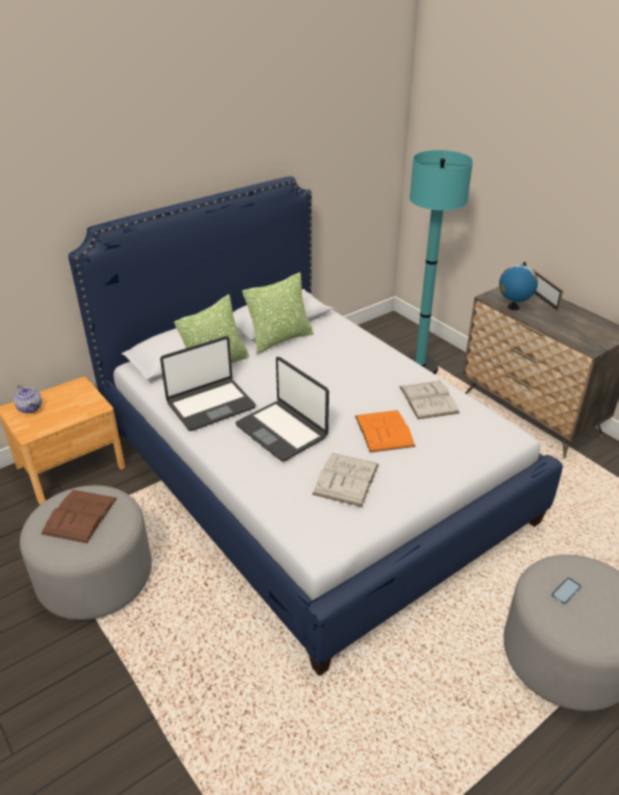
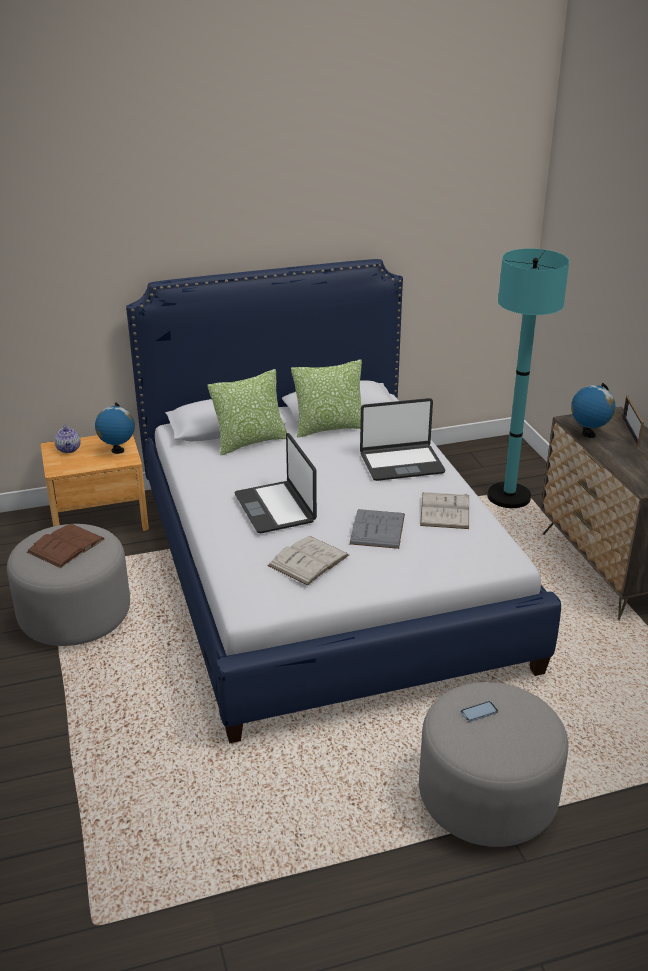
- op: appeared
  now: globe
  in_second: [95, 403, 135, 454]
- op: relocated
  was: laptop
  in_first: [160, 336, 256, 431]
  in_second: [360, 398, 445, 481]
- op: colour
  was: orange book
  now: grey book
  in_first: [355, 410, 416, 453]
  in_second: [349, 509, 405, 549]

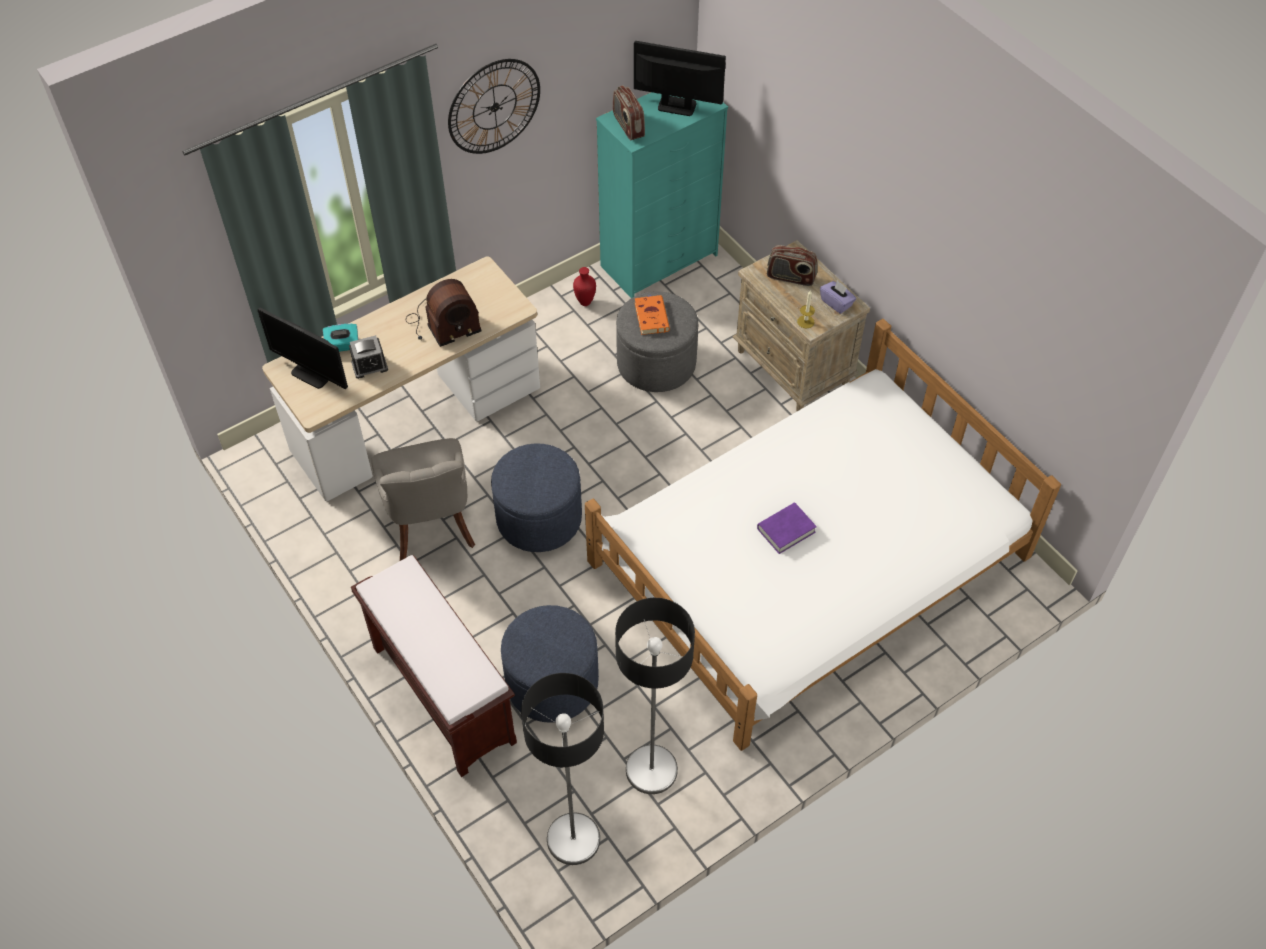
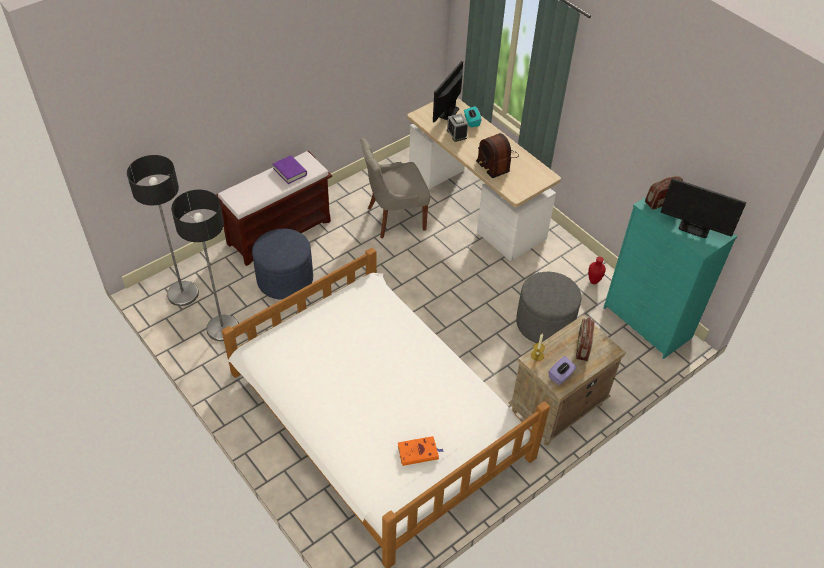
- op: missing
  was: wall clock
  in_first: [448, 59, 540, 154]
- op: missing
  was: blue ottoman
  in_first: [491, 443, 582, 552]
- op: relocated
  was: orange book
  in_first: [635, 295, 670, 335]
  in_second: [398, 436, 443, 466]
- op: relocated
  was: purple book
  in_first: [757, 503, 817, 554]
  in_second: [273, 155, 307, 184]
- op: spun
  was: monitor
  in_first: [634, 41, 726, 116]
  in_second: [661, 178, 746, 238]
  clockwise: 105

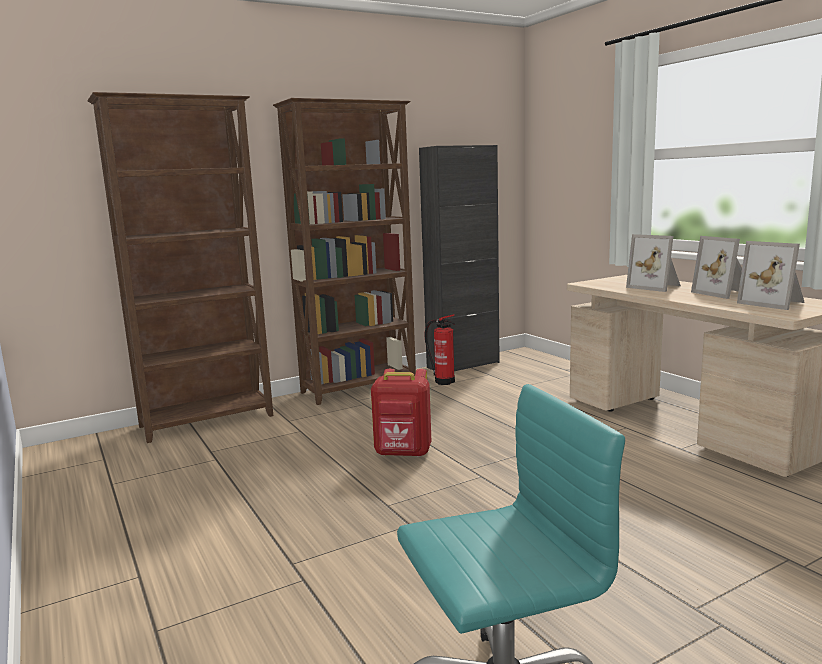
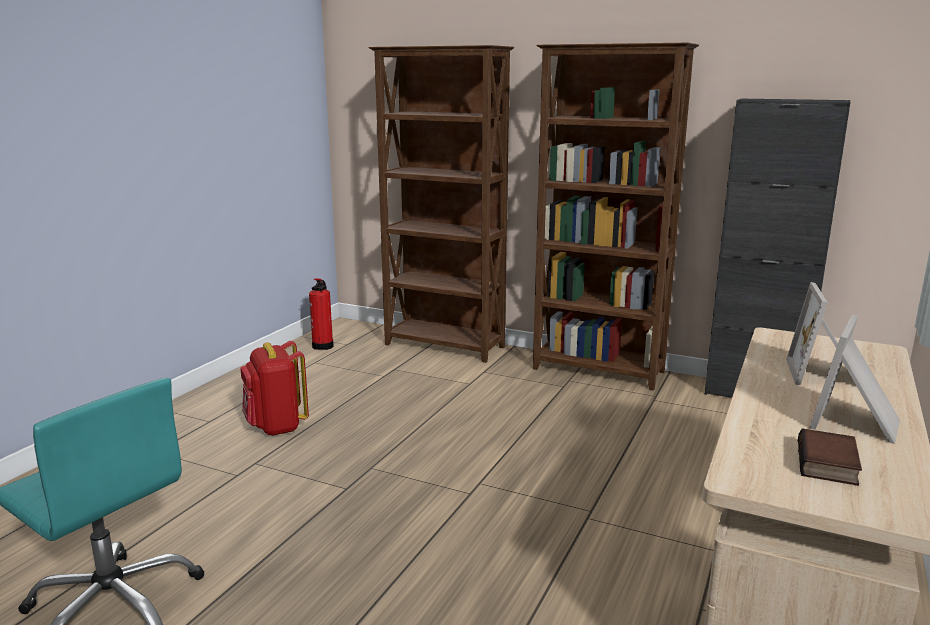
- op: relocated
  was: red backpack
  in_first: [371, 369, 431, 457]
  in_second: [241, 341, 309, 436]
- op: relocated
  was: fire extinguisher
  in_first: [425, 314, 455, 385]
  in_second: [309, 279, 334, 350]
- op: exchanged
  was: picture frame
  now: book
  in_first: [737, 241, 805, 310]
  in_second: [798, 429, 862, 486]

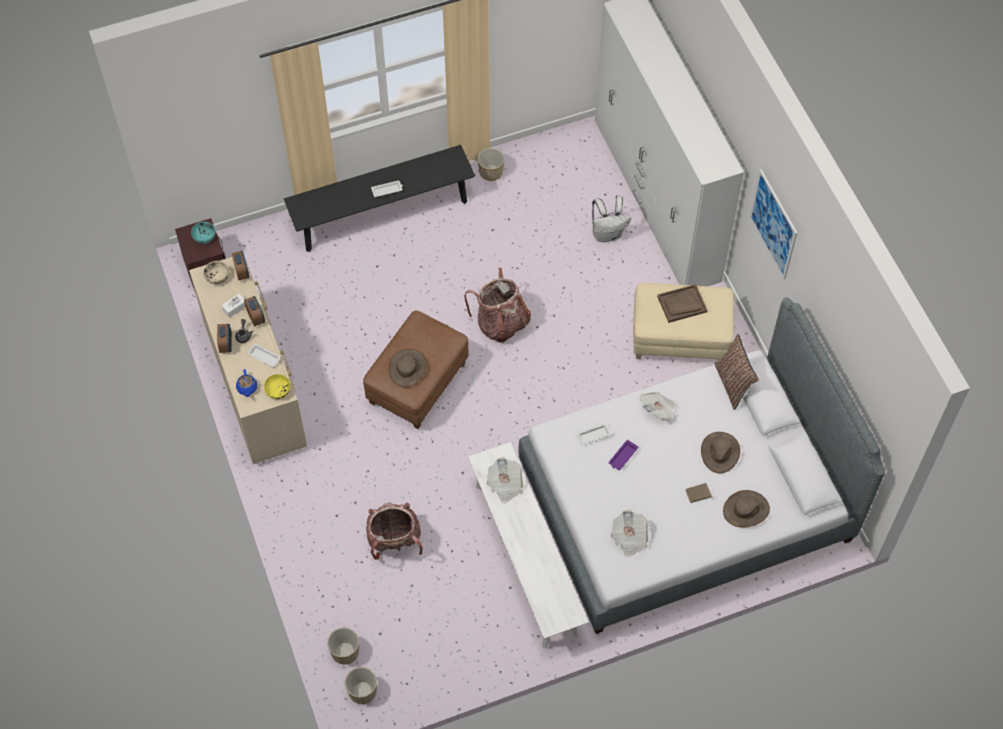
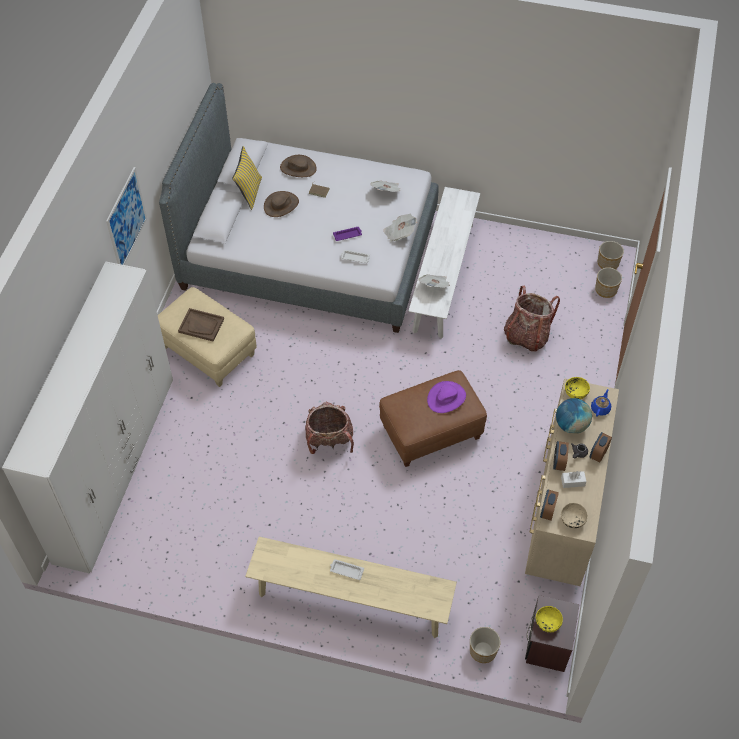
- op: missing
  was: white backpack
  in_first: [592, 195, 631, 242]
- op: missing
  was: brown pillow
  in_first: [715, 334, 759, 410]
- op: appeared
  now: yellow pillow
  in_second: [232, 146, 262, 210]
- op: relocated
  was: planter
  in_first: [478, 148, 505, 181]
  in_second: [470, 627, 501, 663]
- op: relocated
  was: newspaper
  in_first: [639, 392, 677, 418]
  in_second: [383, 214, 417, 242]
- op: exchanged
  was: white tray
  now: globe
  in_first: [247, 343, 281, 367]
  in_second: [556, 398, 592, 434]
- op: colour
  was: turquoise bowl
  now: yellow bowl
  in_first: [191, 222, 216, 244]
  in_second: [536, 606, 563, 633]
- op: colour
  was: black bench
  now: beige bench
  in_first: [284, 145, 475, 252]
  in_second: [245, 537, 457, 638]
- op: colour
  was: brown hat
  now: purple hat
  in_first: [388, 349, 427, 387]
  in_second: [427, 381, 466, 413]

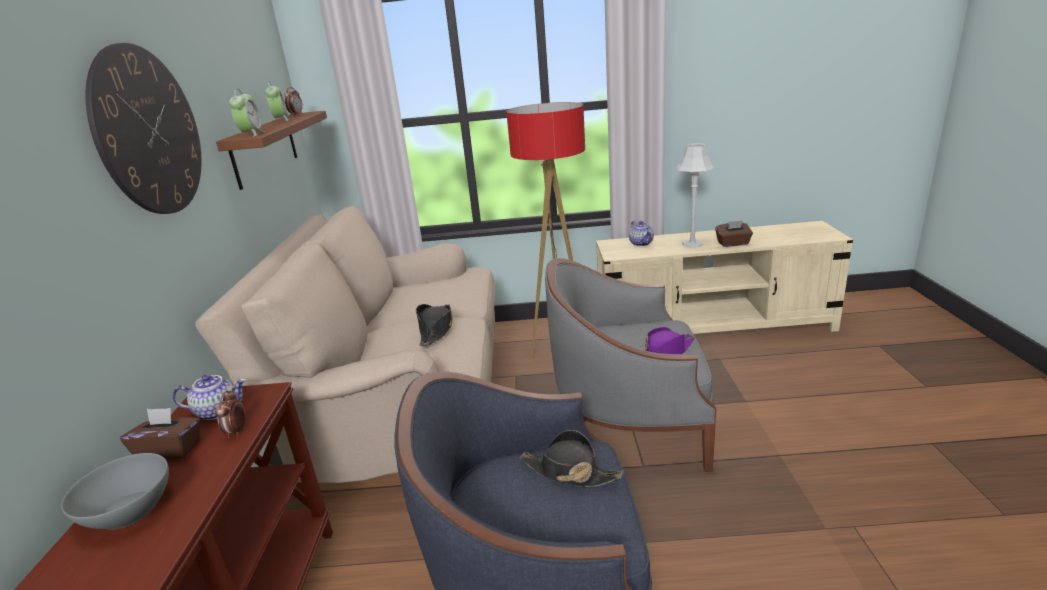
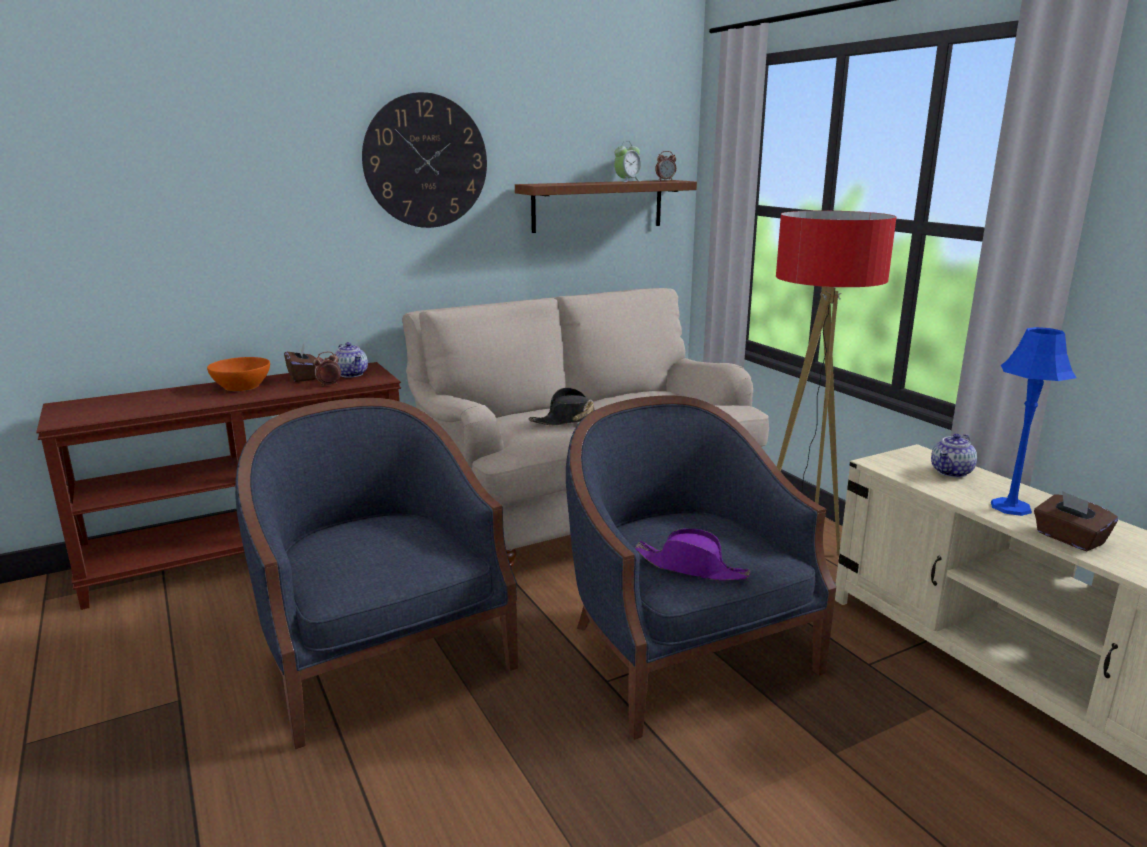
- op: missing
  was: alarm clock
  in_first: [229, 89, 264, 137]
- op: missing
  was: black hat
  in_first: [520, 430, 624, 487]
- op: colour
  was: grey bowl
  now: orange bowl
  in_first: [61, 453, 169, 530]
  in_second: [207, 357, 270, 391]
- op: colour
  was: grey armchair
  now: blue armchair
  in_first: [545, 258, 716, 472]
  in_second: [566, 396, 836, 740]
- op: colour
  was: grey table lamp
  now: blue table lamp
  in_first: [676, 143, 714, 248]
  in_second: [991, 327, 1077, 516]

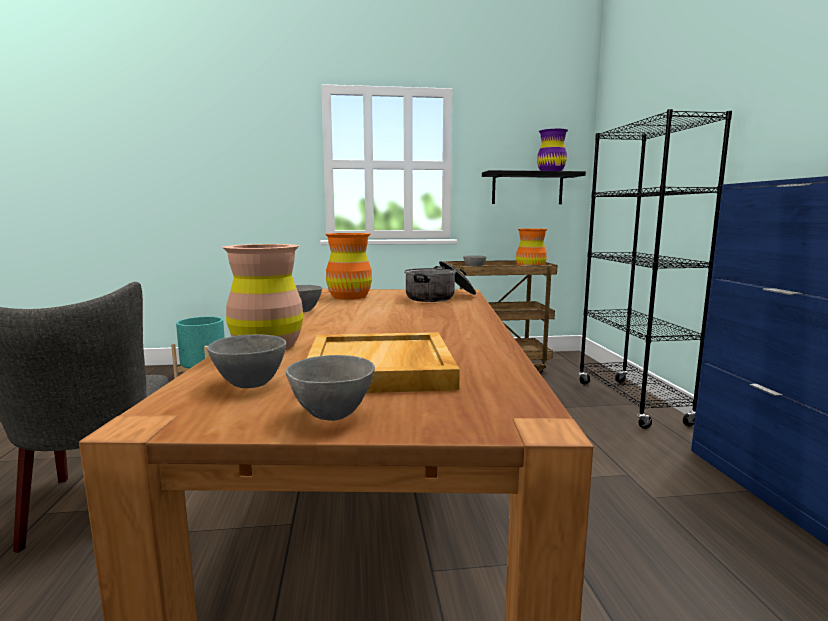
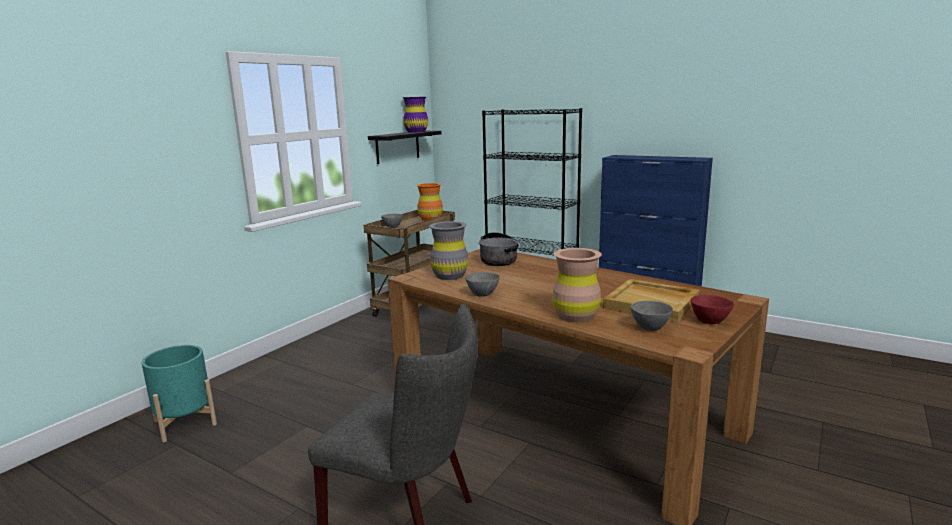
- op: colour
  was: grey bowl
  now: red bowl
  in_first: [286, 355, 375, 421]
  in_second: [691, 295, 734, 324]
- op: colour
  was: orange vase
  now: grey vase
  in_first: [325, 233, 372, 300]
  in_second: [429, 221, 469, 280]

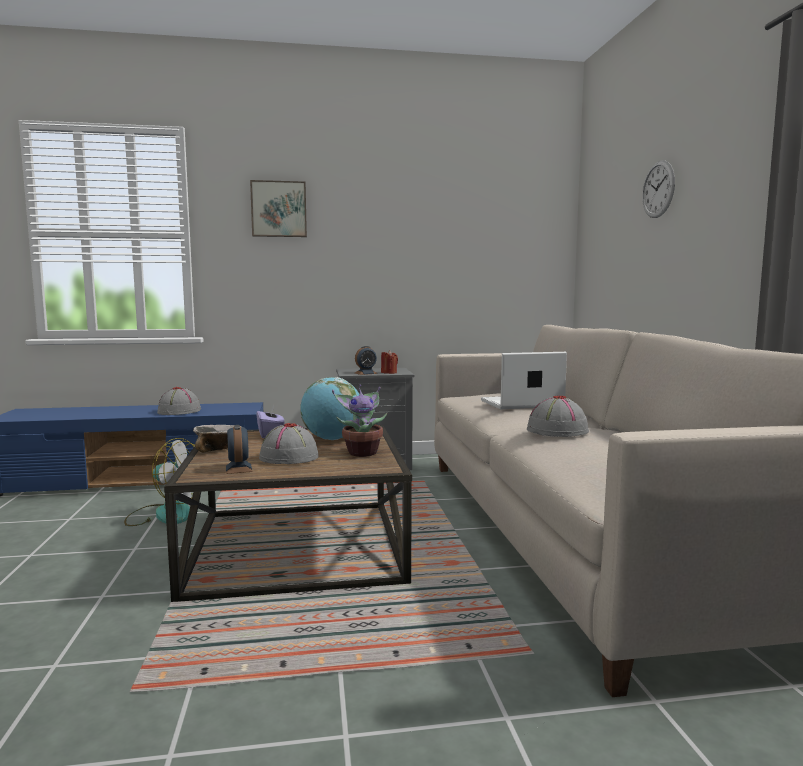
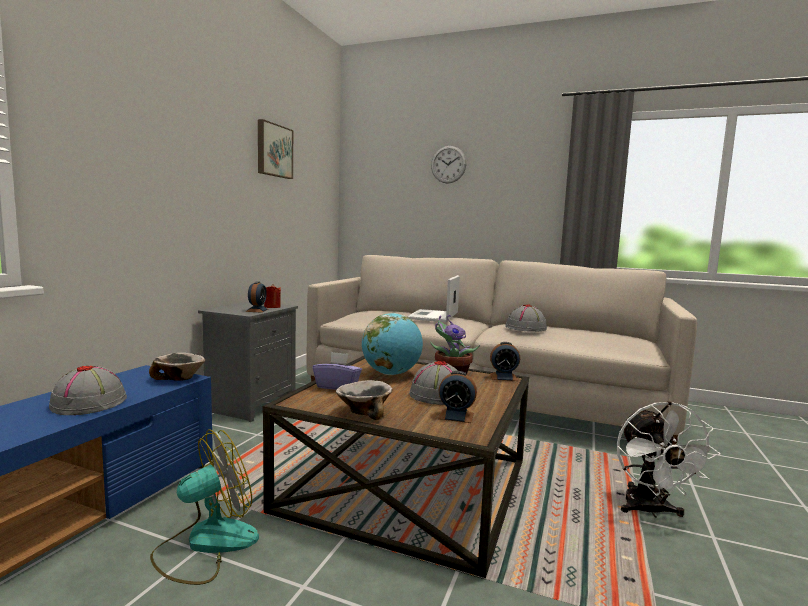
- op: appeared
  now: bowl
  in_second: [149, 353, 205, 381]
- op: appeared
  now: alarm clock
  in_second: [490, 342, 520, 381]
- op: appeared
  now: white fan
  in_second: [617, 401, 720, 518]
- op: relocated
  was: picture
  in_first: [250, 180, 307, 237]
  in_second: [258, 119, 293, 179]

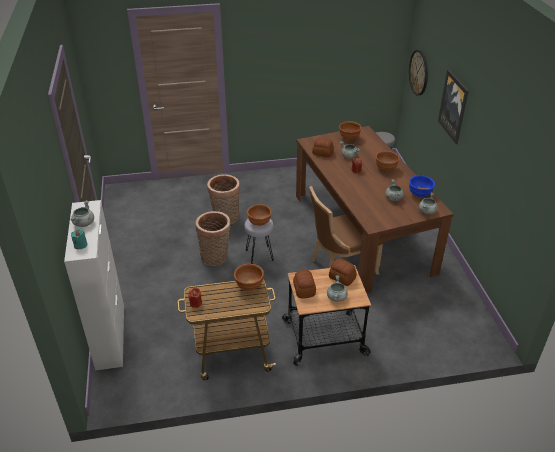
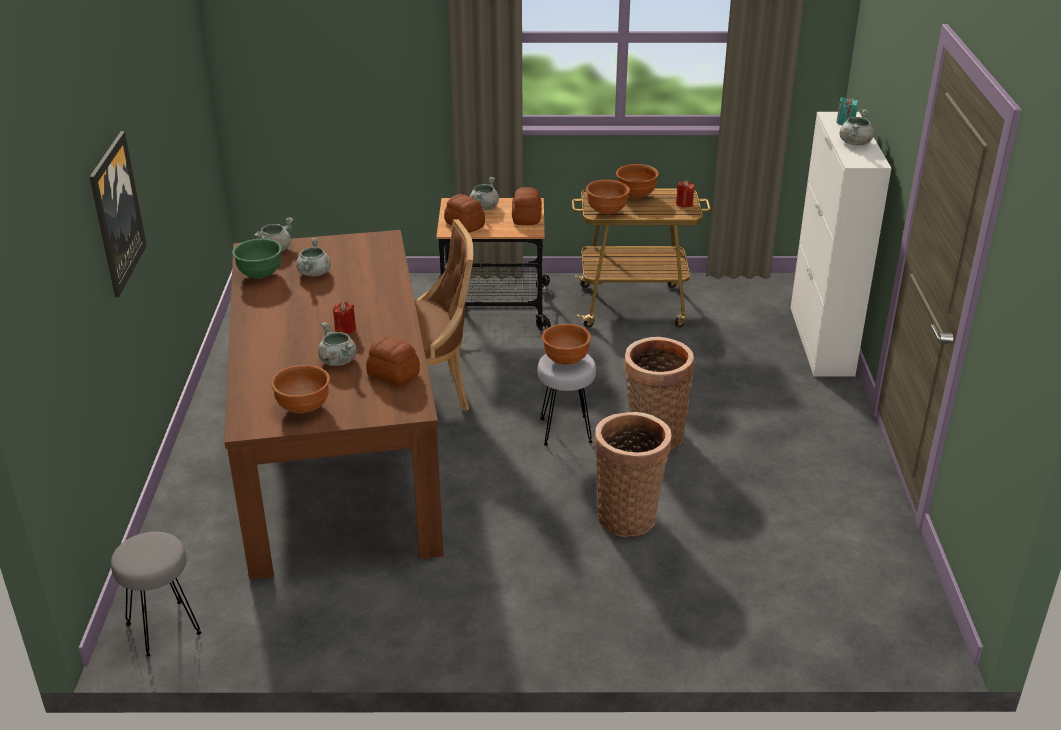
- op: missing
  was: wall clock
  in_first: [409, 50, 428, 95]
- op: relocated
  was: brown bowl
  in_first: [376, 151, 400, 171]
  in_second: [616, 164, 659, 199]
- op: colour
  was: blue bowl
  now: green bowl
  in_first: [409, 175, 435, 197]
  in_second: [232, 239, 282, 279]

